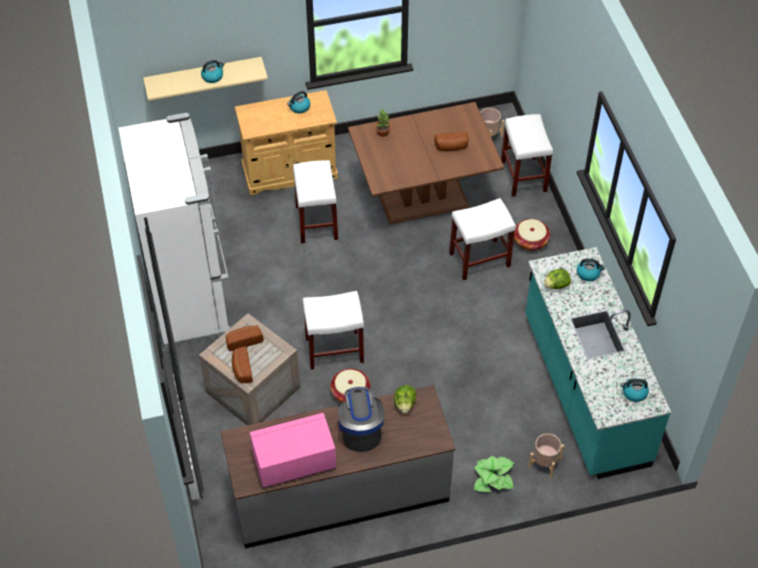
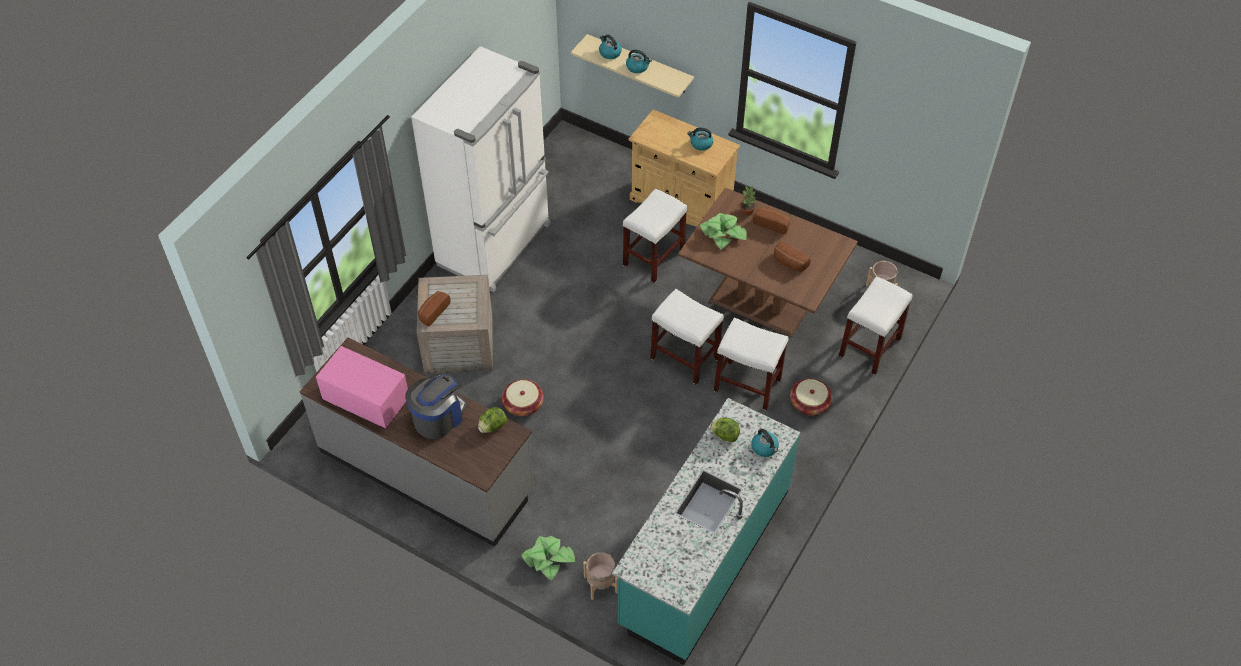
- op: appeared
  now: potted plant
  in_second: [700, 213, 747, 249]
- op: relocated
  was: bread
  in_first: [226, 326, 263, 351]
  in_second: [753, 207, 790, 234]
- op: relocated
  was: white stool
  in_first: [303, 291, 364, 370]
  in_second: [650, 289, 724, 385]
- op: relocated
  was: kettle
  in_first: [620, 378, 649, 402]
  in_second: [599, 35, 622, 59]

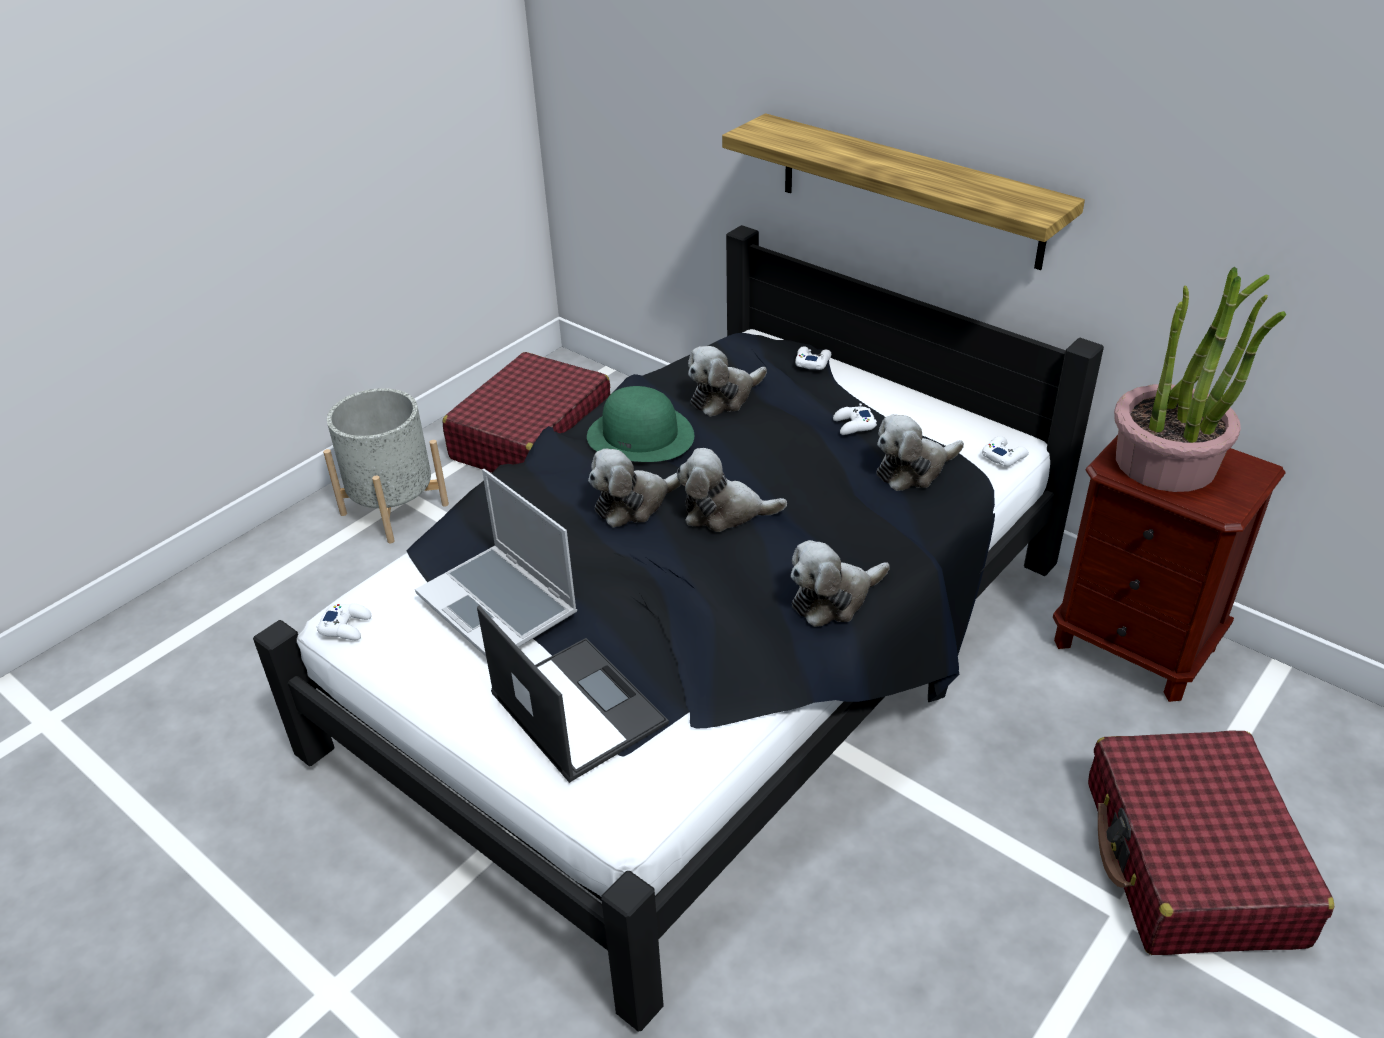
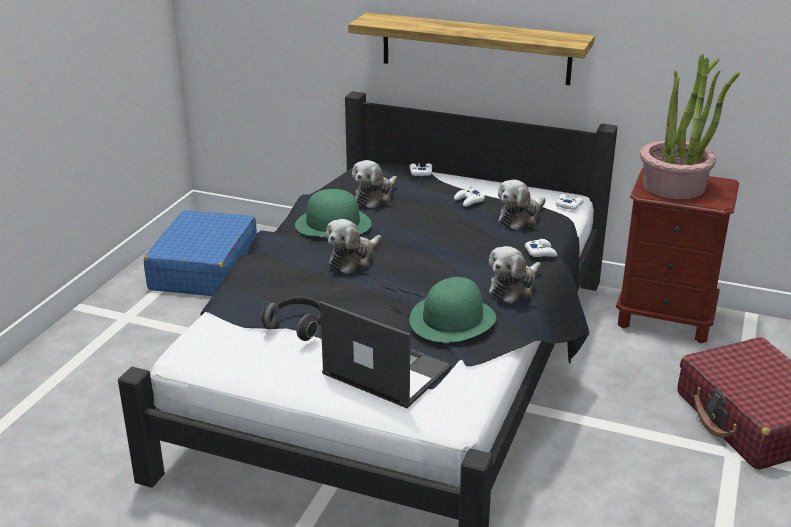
- op: missing
  was: grey planter
  in_first: [323, 388, 449, 543]
- op: missing
  was: plush toy
  in_first: [677, 448, 787, 532]
- op: appeared
  now: green hat
  in_second: [410, 277, 496, 342]
- op: relocated
  was: white game controller
  in_first: [316, 603, 372, 640]
  in_second: [525, 239, 557, 257]
- op: exchanged
  was: laptop
  now: headphones
  in_first: [415, 469, 577, 656]
  in_second: [261, 296, 321, 341]
- op: colour
  was: red suitcase
  now: blue suitcase
  in_first: [442, 352, 610, 473]
  in_second: [144, 210, 257, 296]

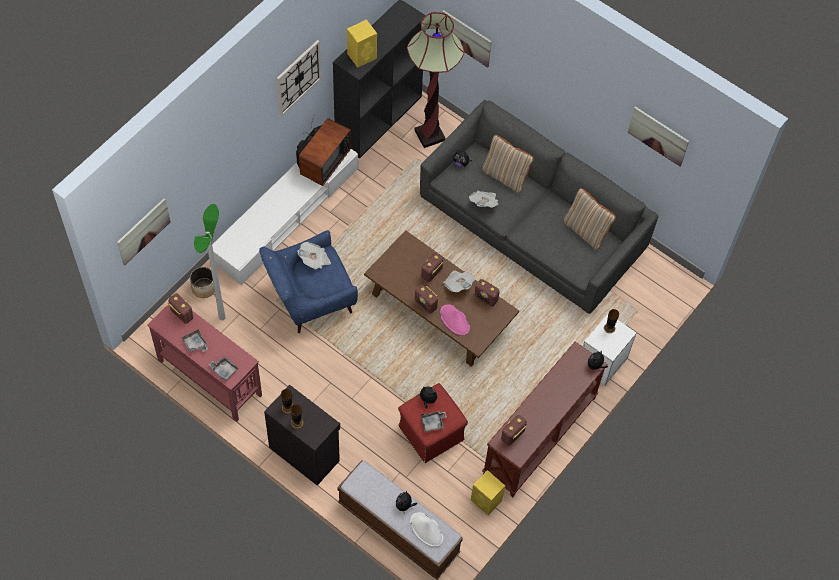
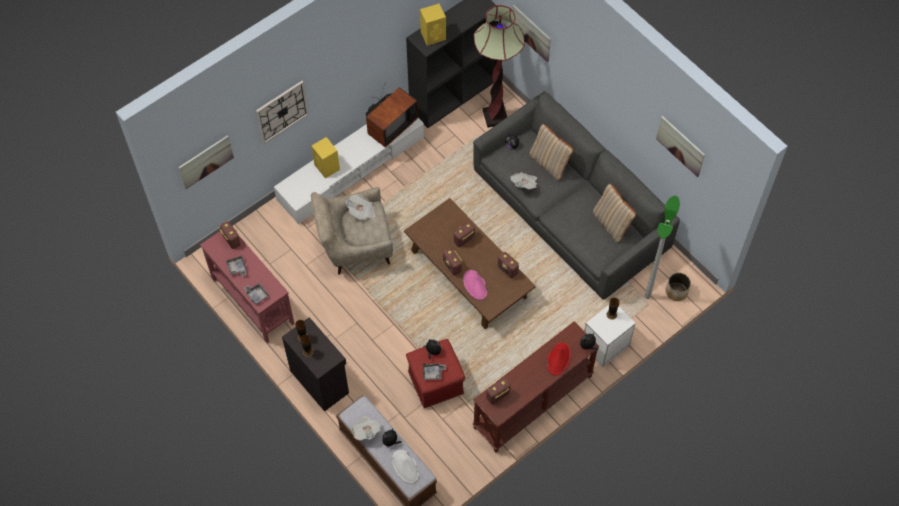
- op: appeared
  now: red hat
  in_second: [547, 342, 571, 375]
- op: relocated
  was: planter
  in_first: [190, 267, 215, 298]
  in_second: [666, 273, 691, 301]
- op: relocated
  was: floor lamp
  in_first: [194, 204, 225, 320]
  in_second: [645, 196, 680, 299]
- op: relocated
  was: wall clock
  in_first: [277, 40, 321, 116]
  in_second: [256, 81, 309, 144]
- op: relocated
  was: newspaper
  in_first: [443, 270, 475, 292]
  in_second: [351, 416, 381, 440]
- op: relocated
  was: yellow speaker
  in_first: [471, 470, 505, 515]
  in_second: [312, 137, 340, 179]
- op: colour
  was: blue armchair
  now: beige armchair
  in_first: [259, 230, 358, 333]
  in_second: [311, 187, 393, 275]

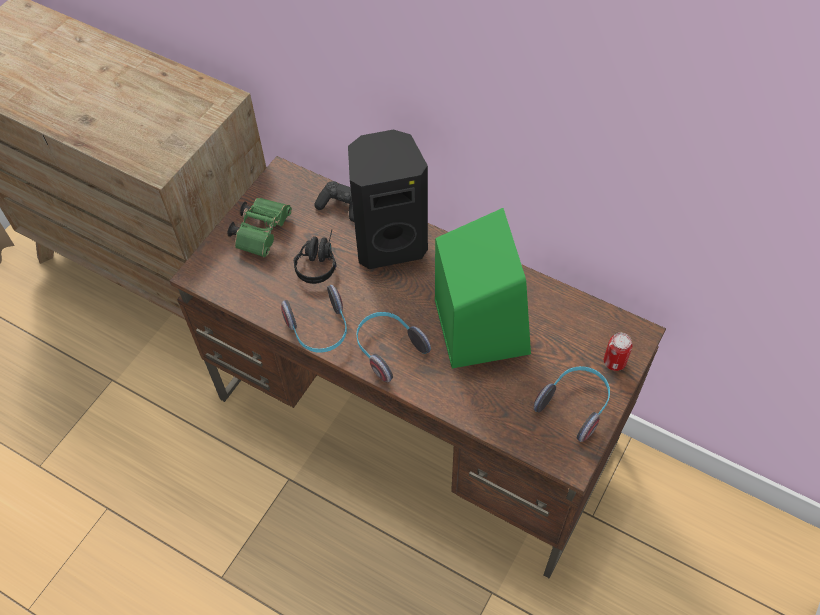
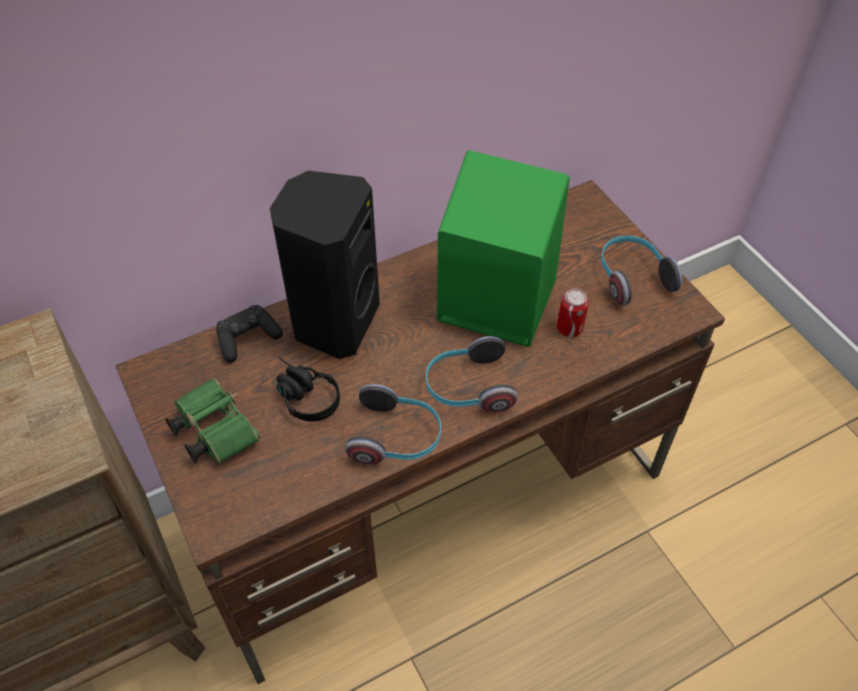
- op: relocated
  was: can
  in_first: [604, 333, 633, 371]
  in_second: [557, 288, 589, 337]

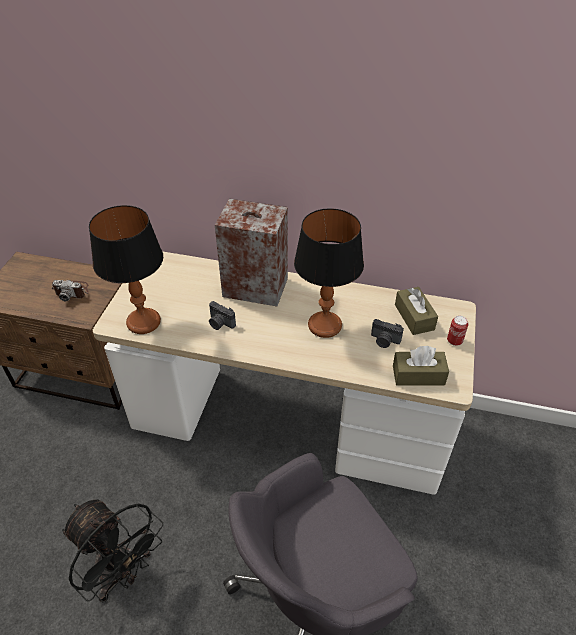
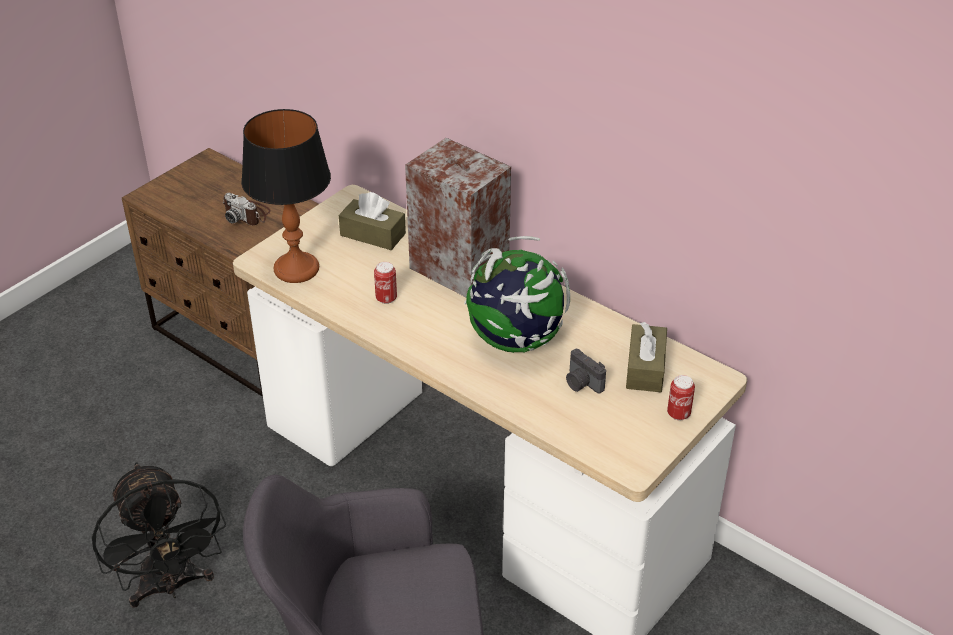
- op: relocated
  was: brown tissue box
  in_first: [393, 346, 449, 385]
  in_second: [339, 192, 406, 250]
- op: exchanged
  was: photo camera
  now: can
  in_first: [209, 301, 236, 330]
  in_second: [374, 262, 397, 304]
- op: exchanged
  was: table lamp
  now: globe
  in_first: [294, 208, 364, 338]
  in_second: [464, 236, 570, 353]

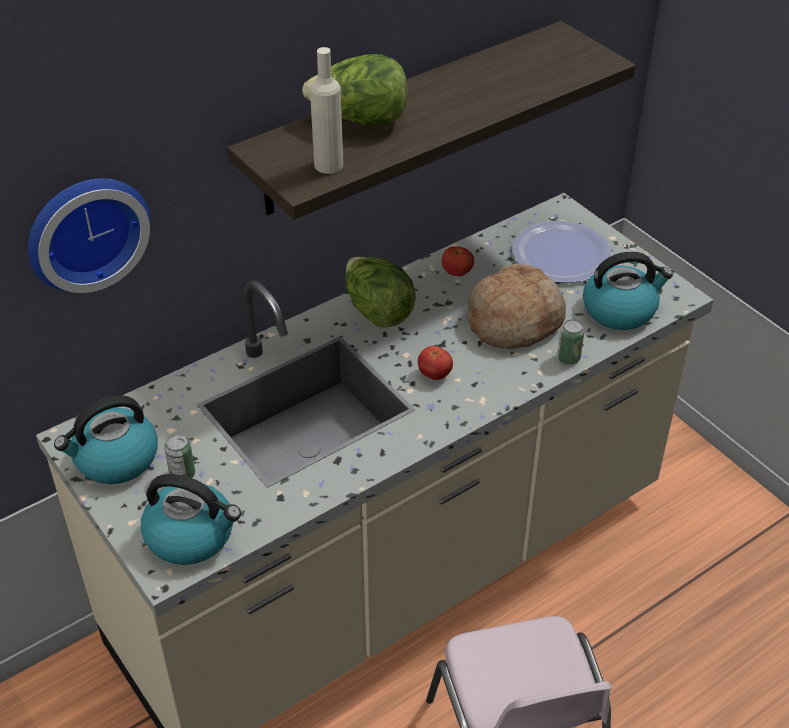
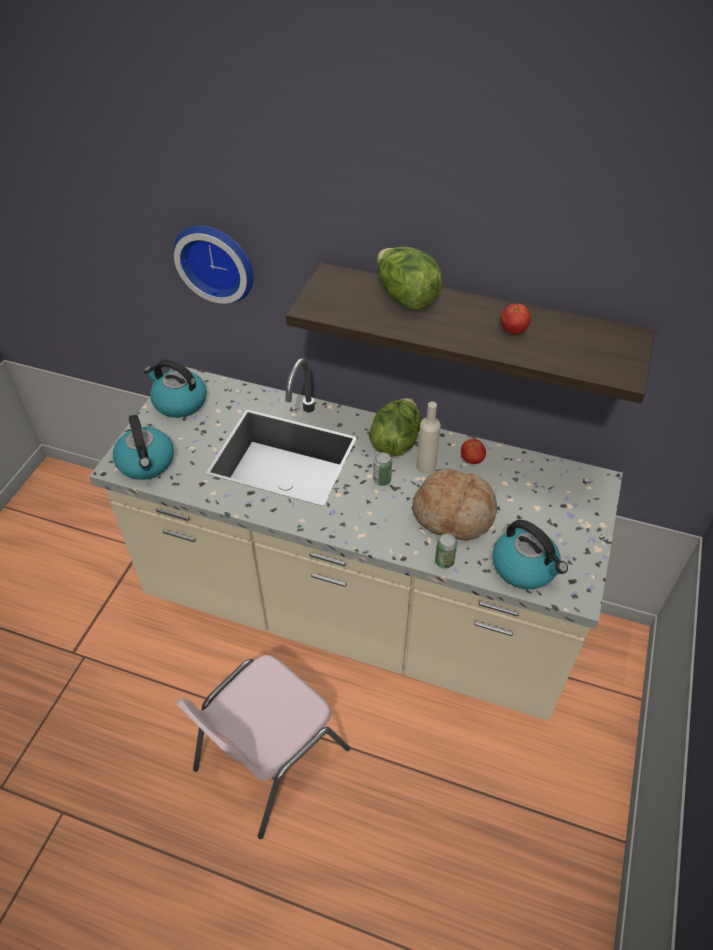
- op: missing
  was: plate
  in_first: [512, 221, 612, 283]
- op: relocated
  was: can
  in_first: [164, 434, 195, 478]
  in_second: [373, 452, 392, 486]
- op: relocated
  was: beige bottle
  in_first: [310, 47, 343, 174]
  in_second: [417, 402, 441, 474]
- op: relocated
  was: tomato
  in_first: [418, 346, 453, 380]
  in_second: [501, 304, 531, 335]

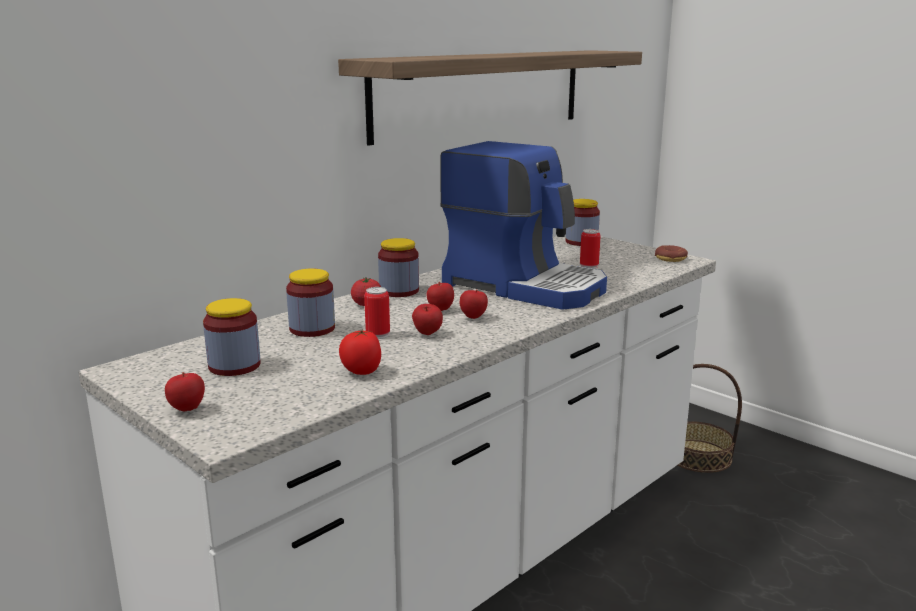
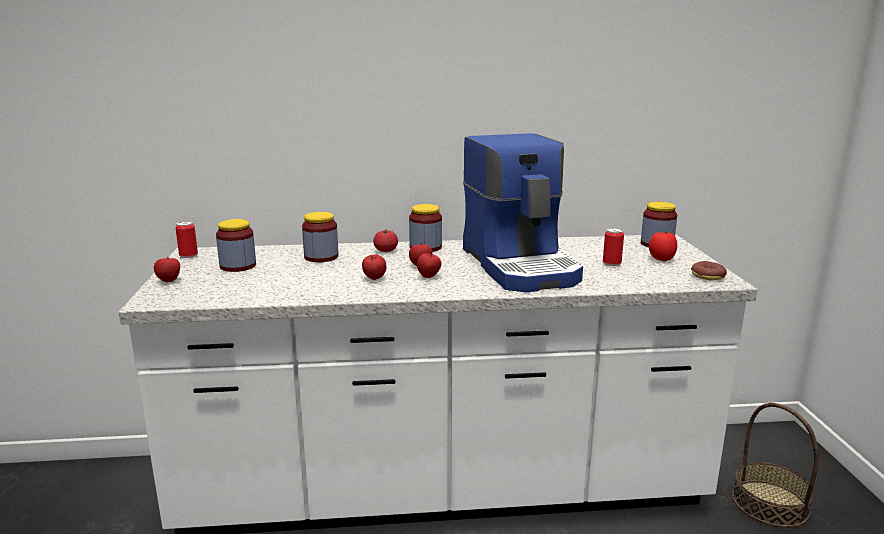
- op: missing
  was: shelf
  in_first: [338, 50, 642, 146]
- op: relocated
  was: tomato
  in_first: [339, 329, 381, 375]
  in_second: [649, 232, 677, 261]
- op: relocated
  was: can
  in_first: [364, 287, 390, 339]
  in_second: [176, 221, 198, 259]

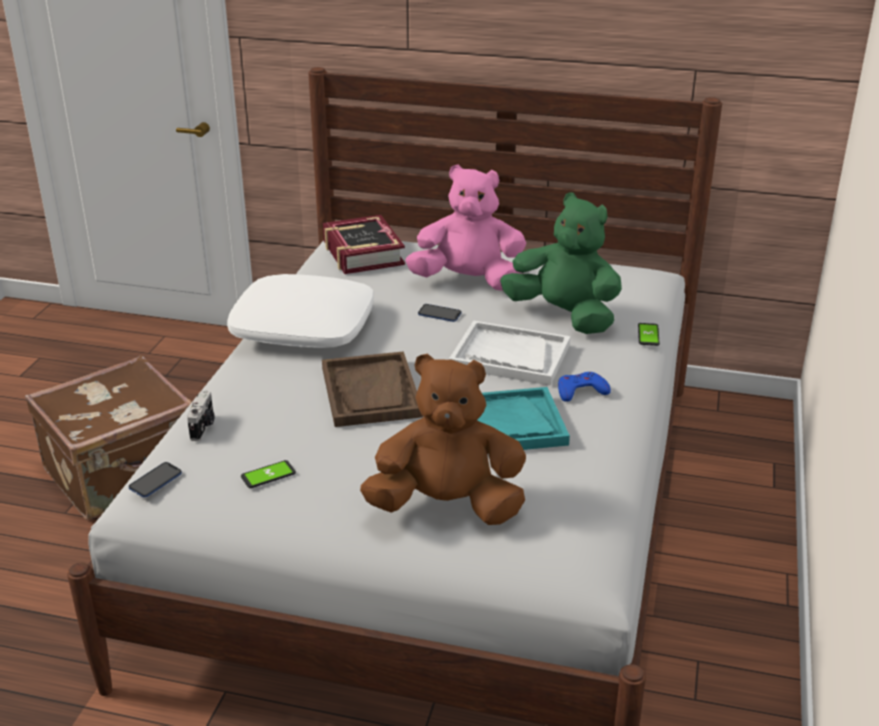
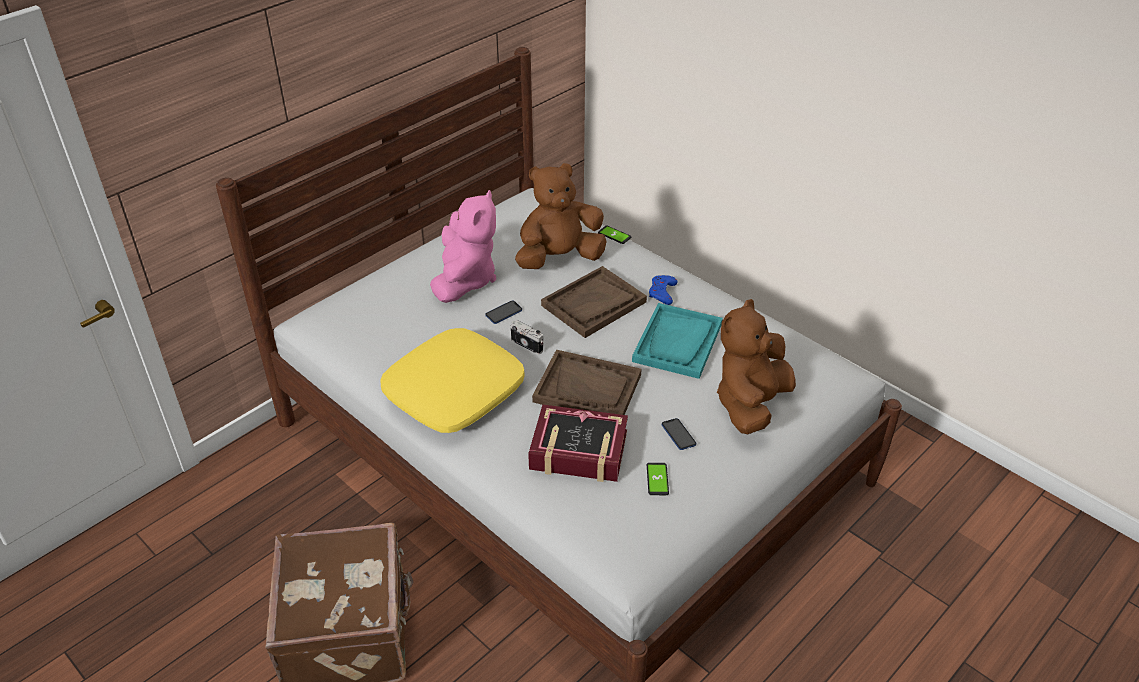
- op: relocated
  was: phone
  in_first: [129, 462, 182, 498]
  in_second: [662, 418, 696, 450]
- op: relocated
  was: photo camera
  in_first: [187, 390, 214, 441]
  in_second: [511, 320, 543, 354]
- op: relocated
  was: book
  in_first: [323, 215, 405, 274]
  in_second: [528, 404, 628, 482]
- op: colour
  was: white pillow
  now: yellow pillow
  in_first: [227, 274, 374, 348]
  in_second: [380, 328, 524, 433]
- op: colour
  was: white tray
  now: brown tray
  in_first: [449, 320, 570, 386]
  in_second: [541, 266, 647, 338]
- op: colour
  was: green plush toy
  now: brown plush toy
  in_first: [500, 193, 622, 334]
  in_second: [515, 163, 607, 269]
- op: spun
  was: pink plush toy
  in_first: [405, 164, 526, 291]
  in_second: [430, 190, 496, 303]
  clockwise: 150

